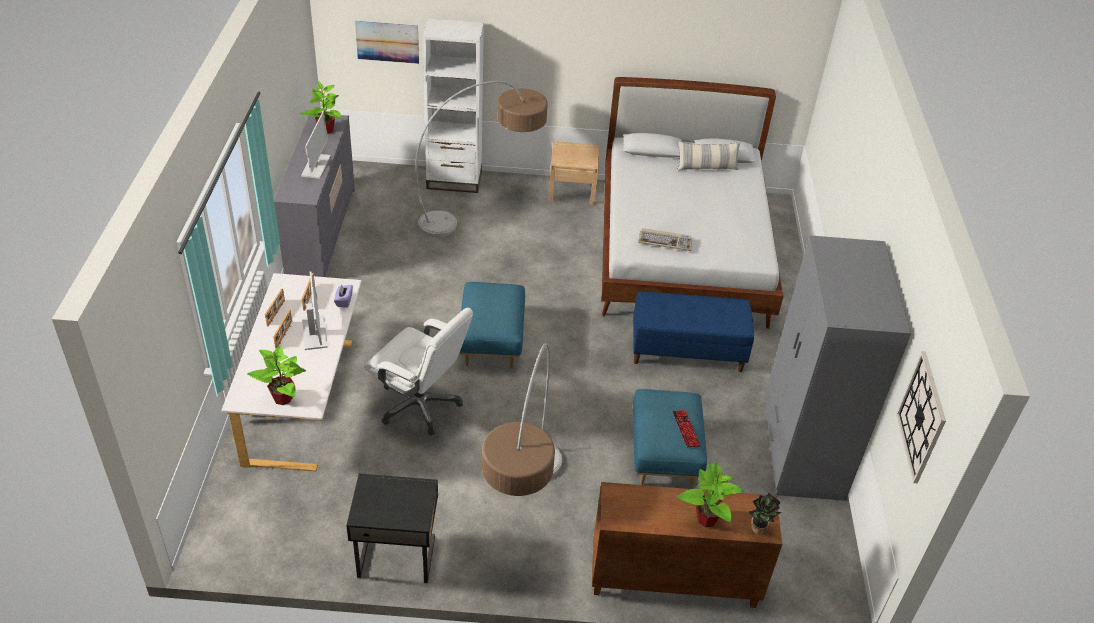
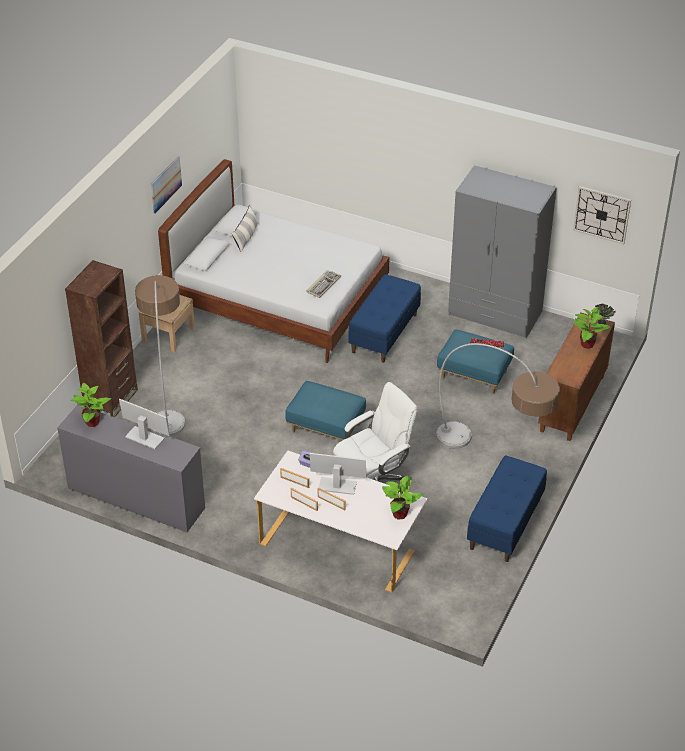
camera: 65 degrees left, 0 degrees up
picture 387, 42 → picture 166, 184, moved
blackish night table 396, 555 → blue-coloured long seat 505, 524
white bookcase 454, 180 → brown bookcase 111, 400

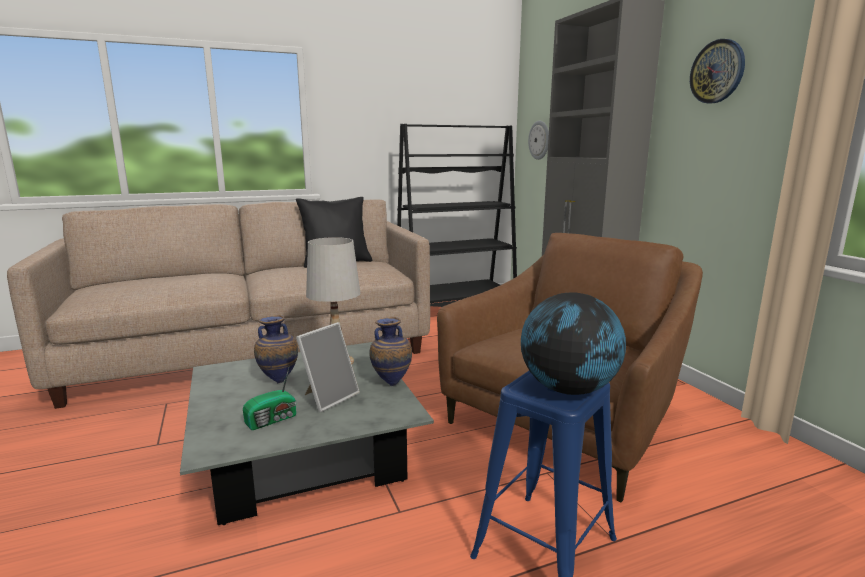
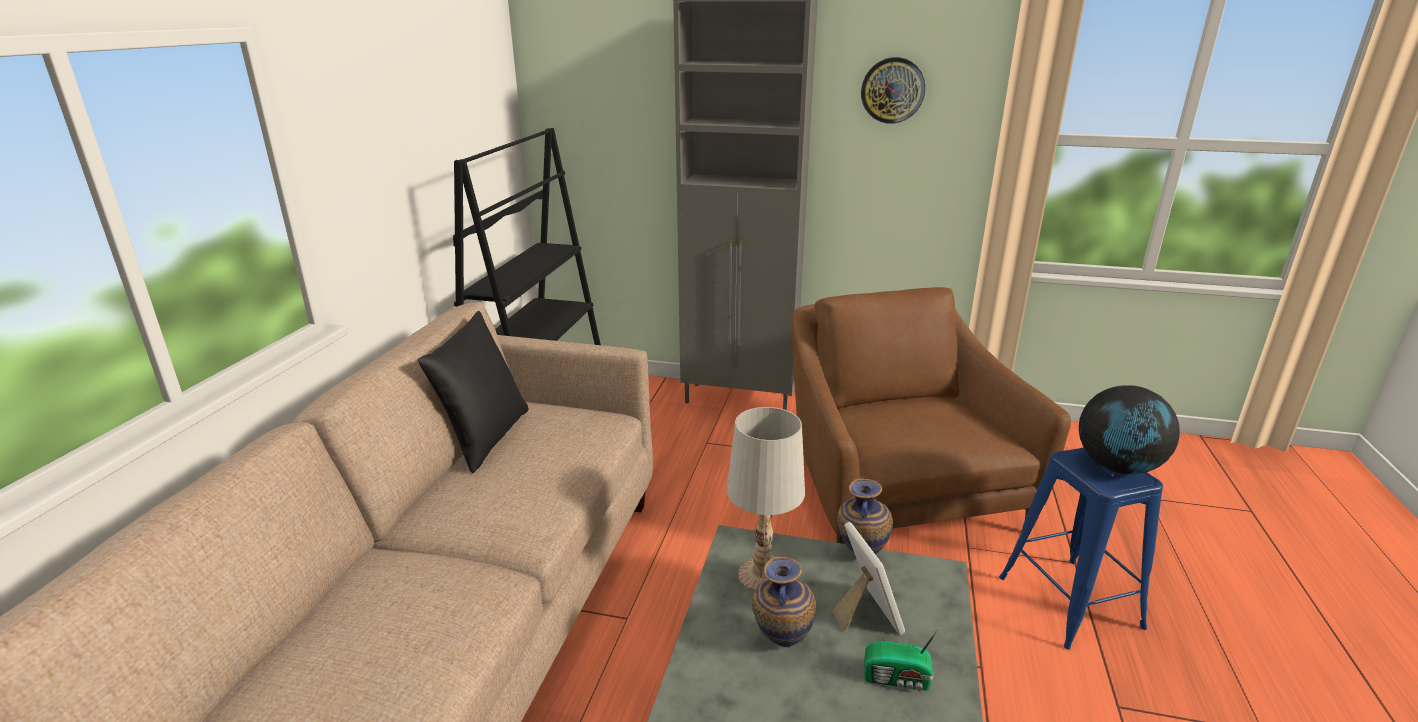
camera: 55 degrees left, 10 degrees up
wall clock 539, 140 → -
radio set 273, 420 → radio set 898, 679, 105 degrees clockwise

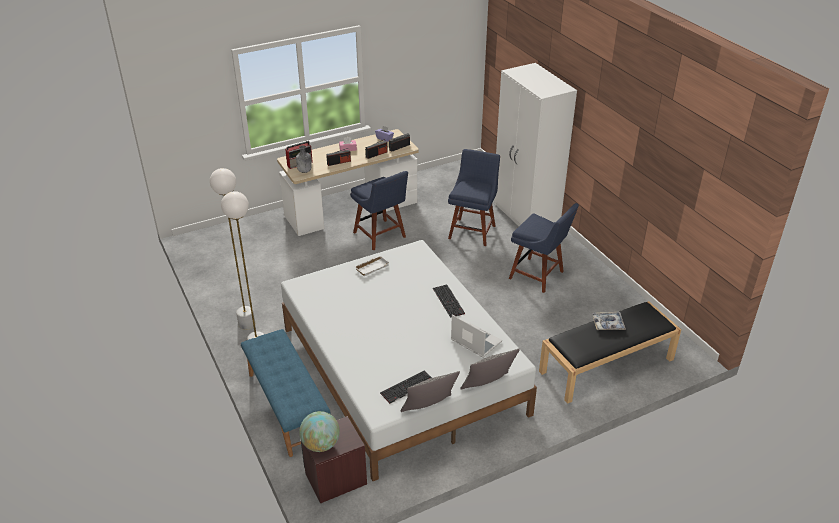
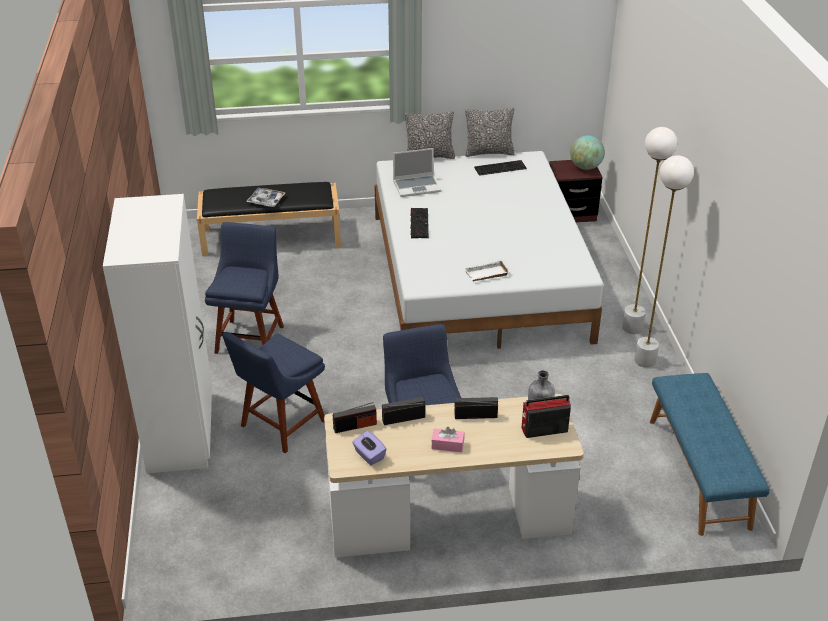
camera: 160 degrees left, 0 degrees up
blue-coloured long seat 287, 407 → blue-coloured long seat 699, 472, moved
portable computer 475, 341 → portable computer 417, 186, 75 degrees counterclockwise
blue-coloured chair 539, 276 → blue-coloured chair 250, 337, 45 degrees clockwise

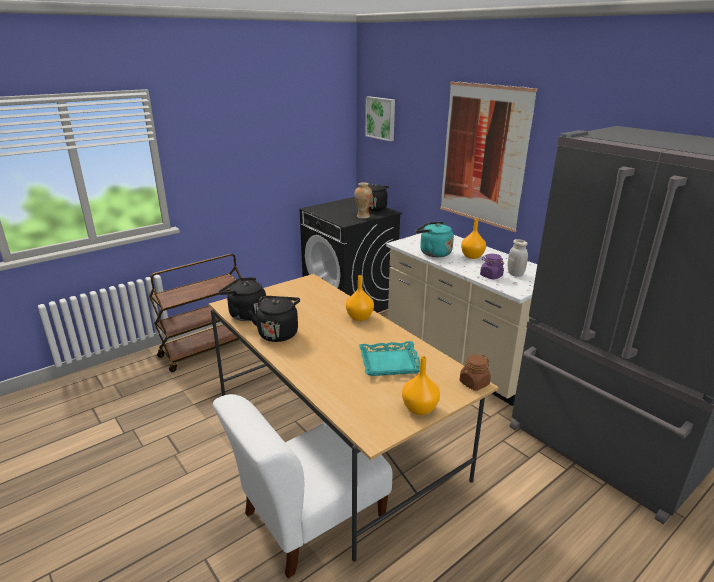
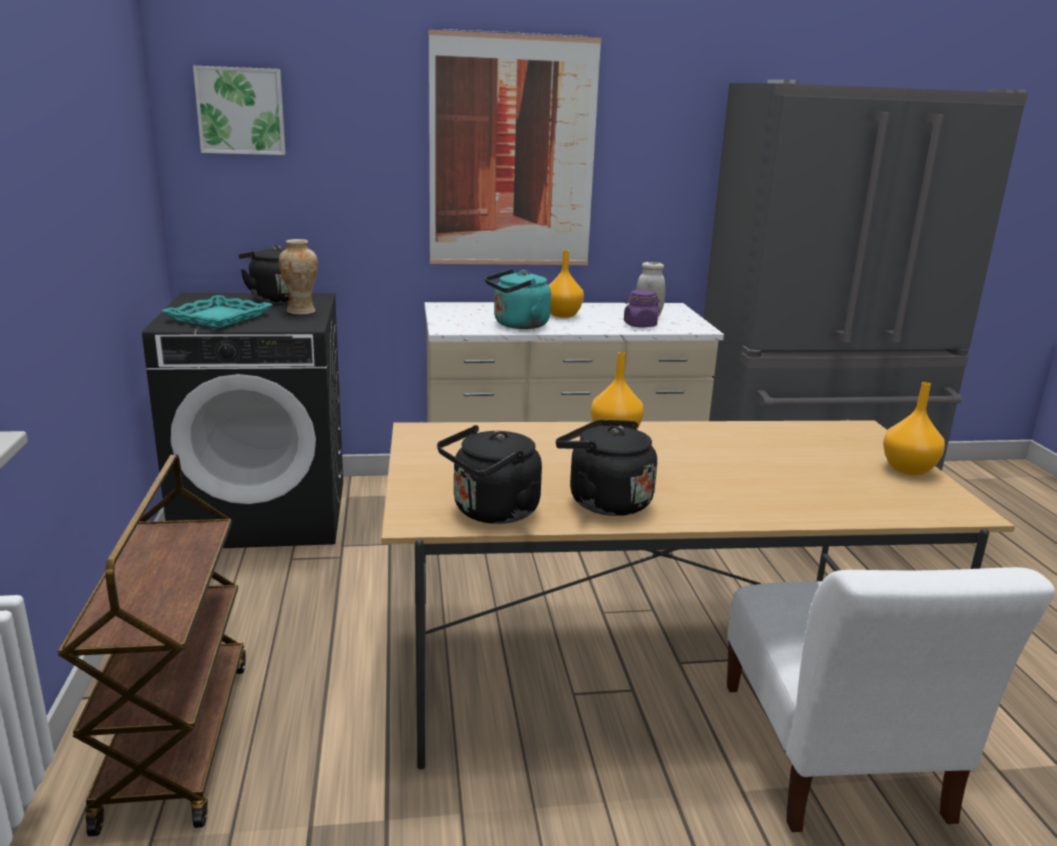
camera: 60 degrees left, 5 degrees down
brown preserve jar 474, 383 → -
blue-green carrying tray 390, 362 → blue-green carrying tray 218, 317, moved

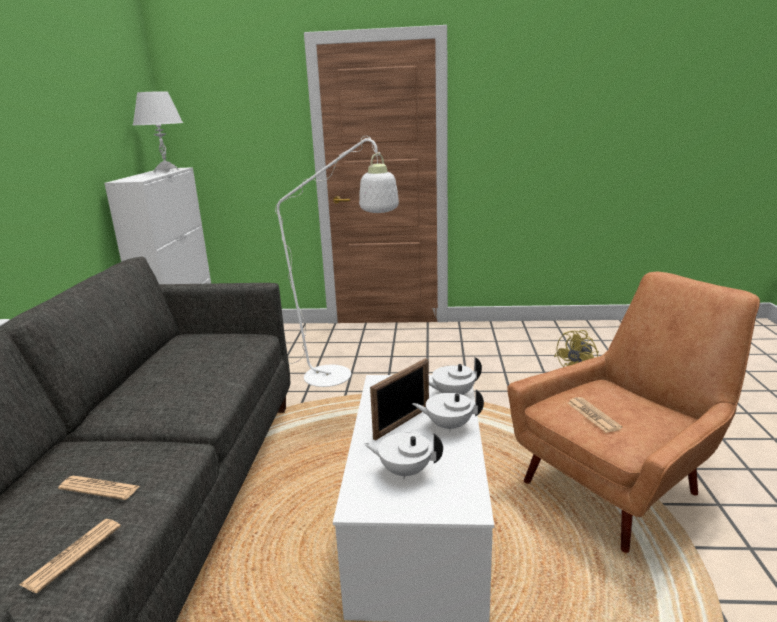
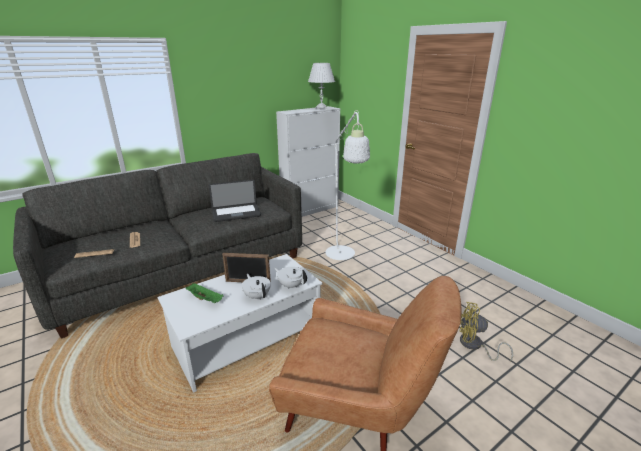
camera: 50 degrees right, 5 degrees up
printed paper 593, 415 → -
- → portable computer 236, 214
white pot for tea 405, 471 → greenish carrying tray 206, 299

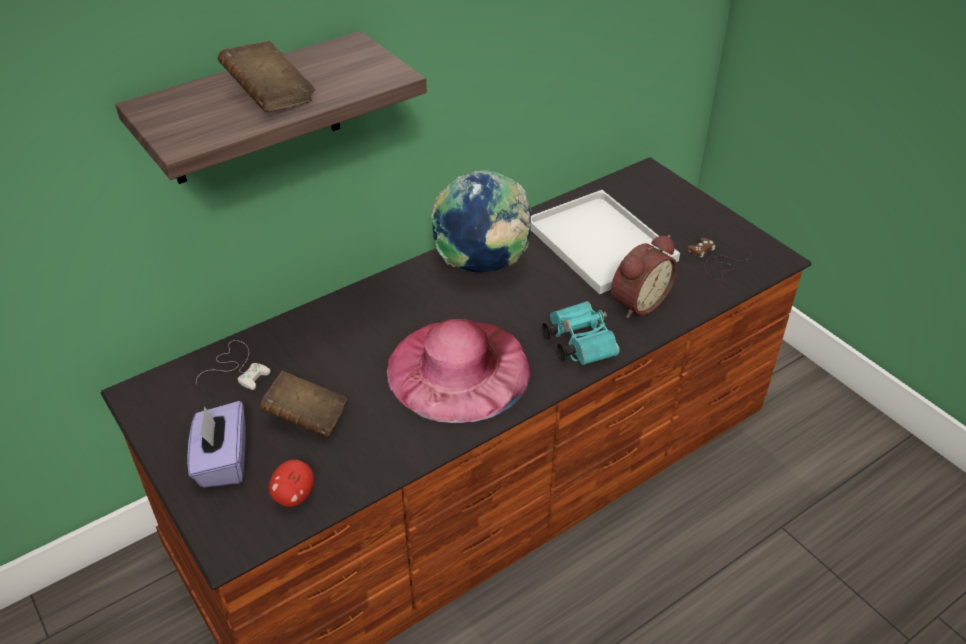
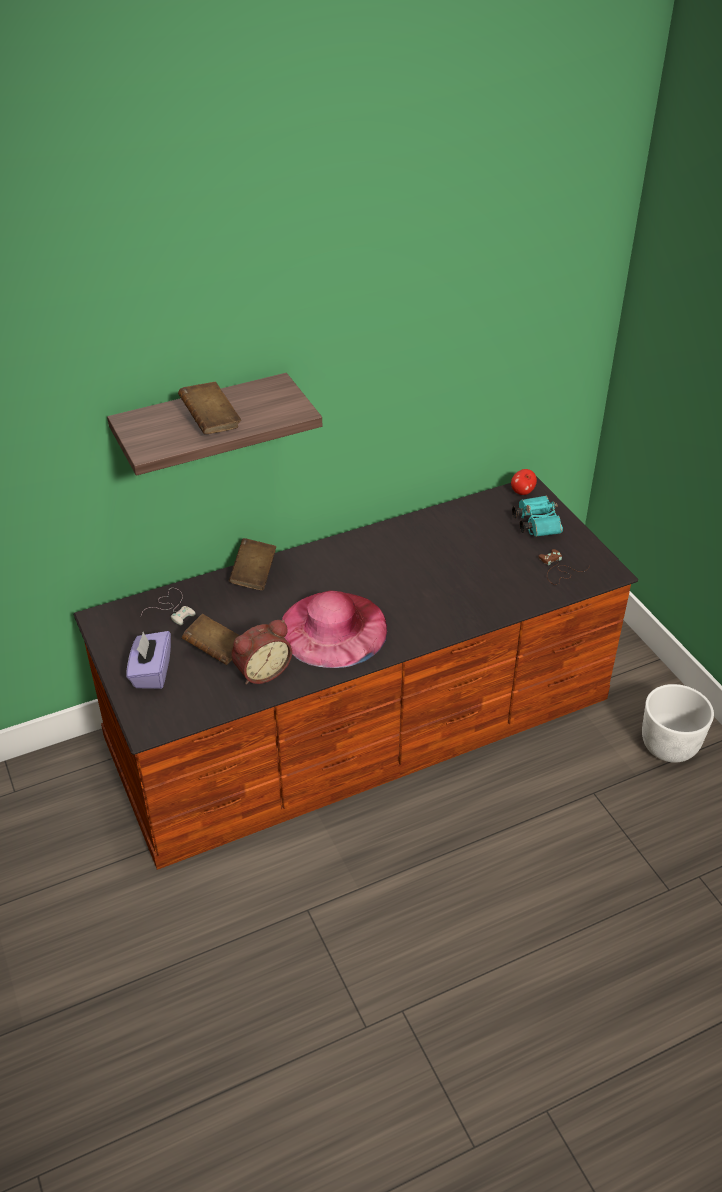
camera: 10 degrees right, 0 degrees up
world globe 482, 265 → -
white carrying tray 603, 243 → -
- → brown bound book 254, 574
- → white flower pot 669, 746
apple fruit 294, 496 → apple fruit 522, 492, moved
blue-green field glasses 577, 343 → blue-green field glasses 535, 524, moved
alarm clock 637, 302 → alarm clock 261, 671, moved

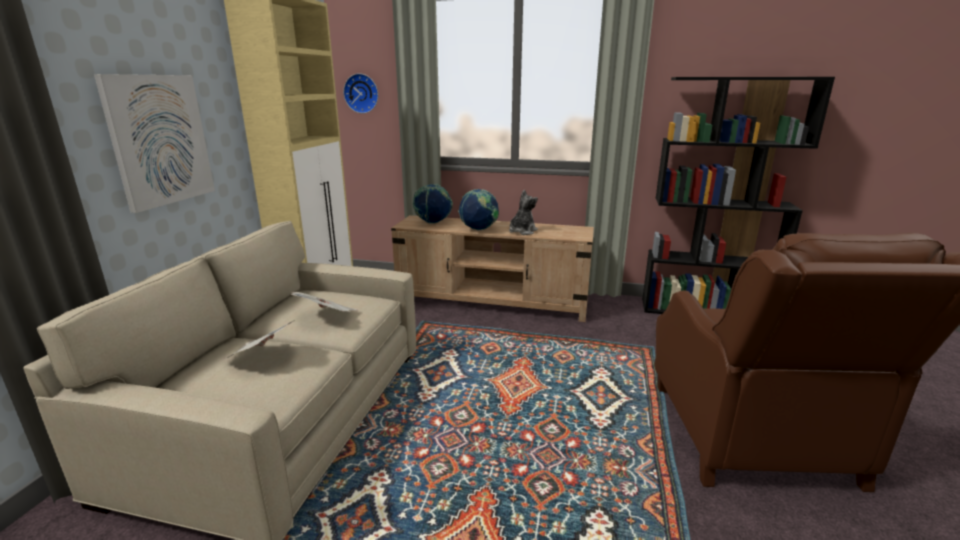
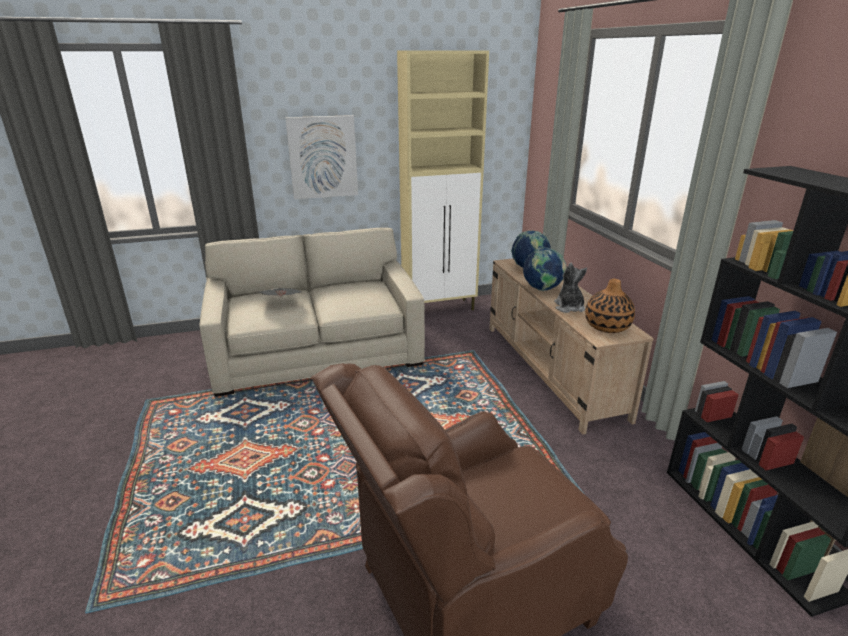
camera: 60 degrees right, 5 degrees up
printed paper 327, 317 → -
wall clock 362, 93 → -
- → vase 607, 326
plush toy 522, 231 → plush toy 569, 307, 105 degrees counterclockwise

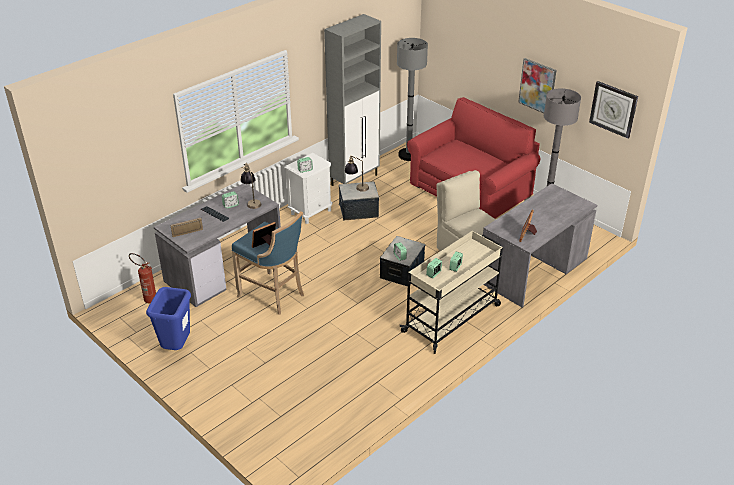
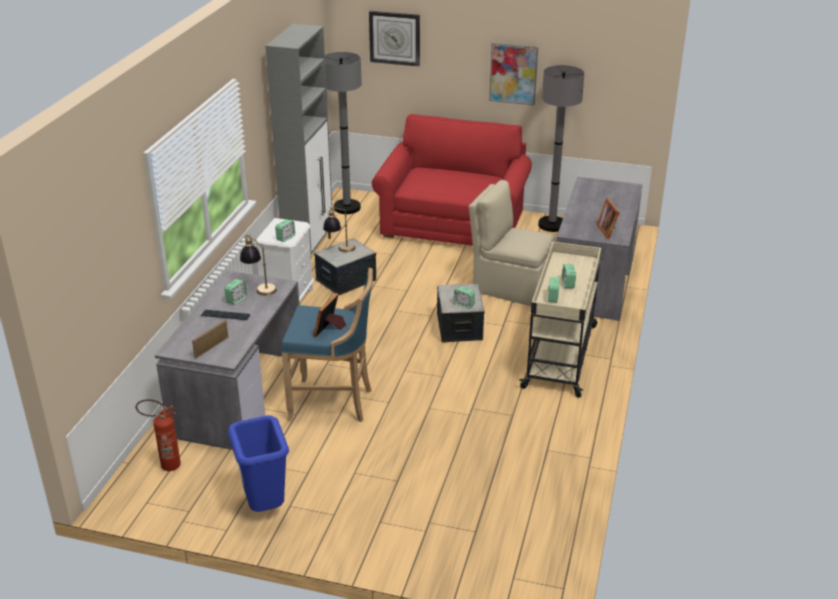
camera: 30 degrees left, 5 degrees down
wall clock 613, 109 → wall clock 395, 38, moved

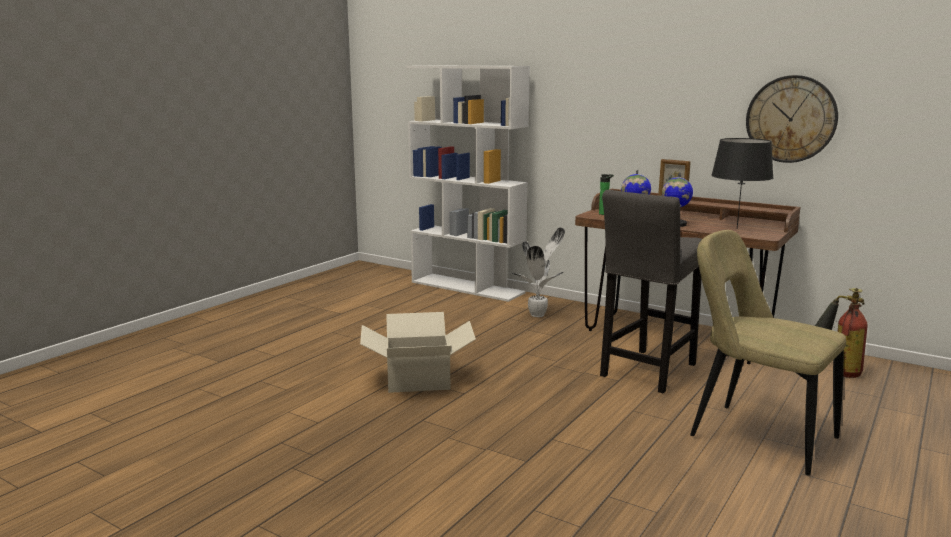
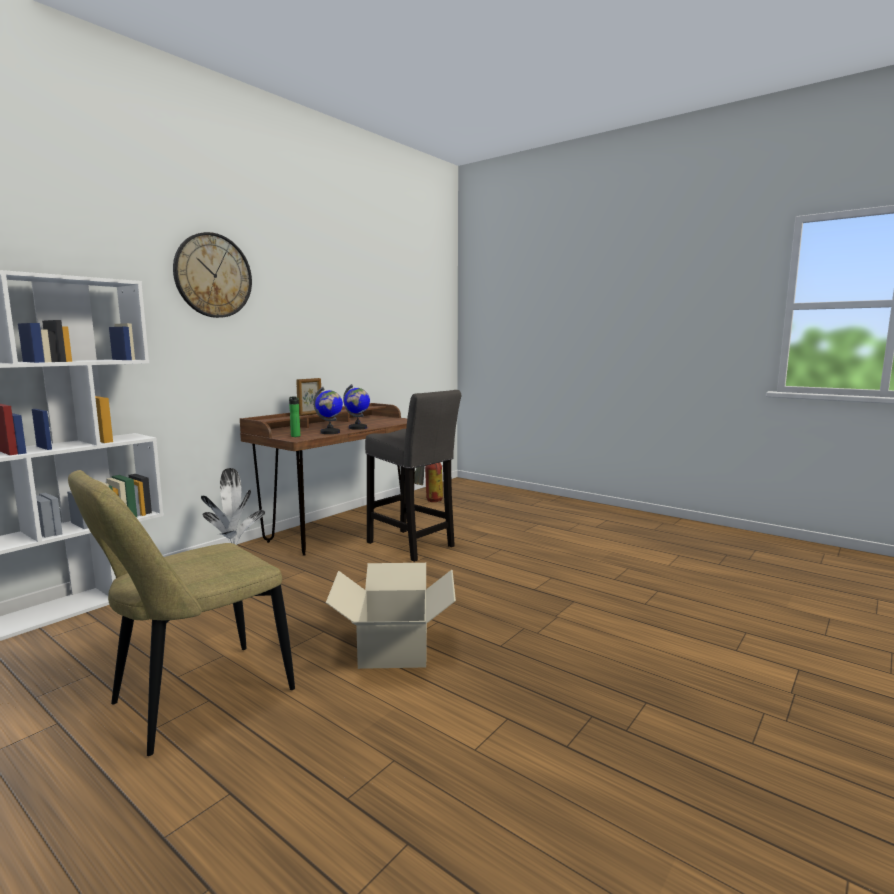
camera: 85 degrees left, 5 degrees down
blackish tabletop lamp 736, 228 → -
beige-coloured chair 756, 436 → beige-coloured chair 195, 700, moved
wall clock 791, 119 → wall clock 213, 275, moved

